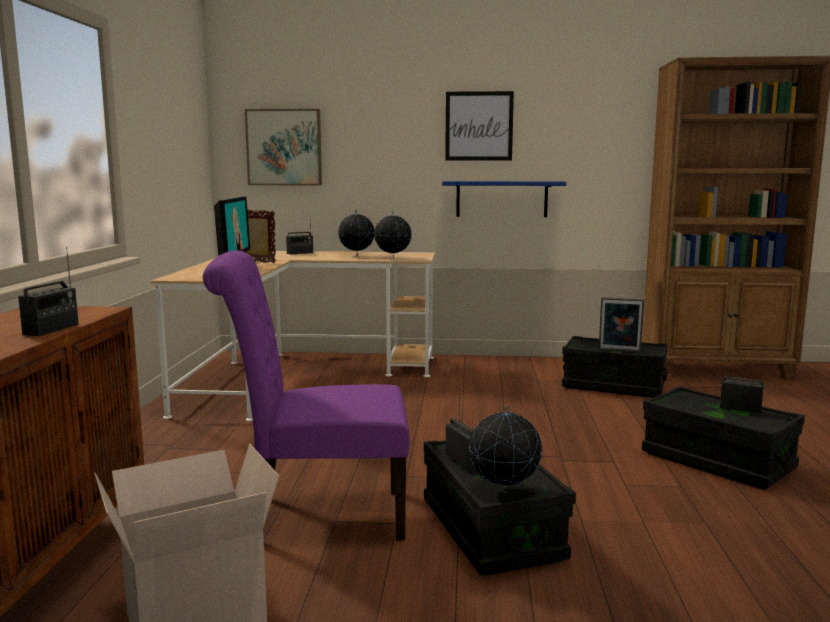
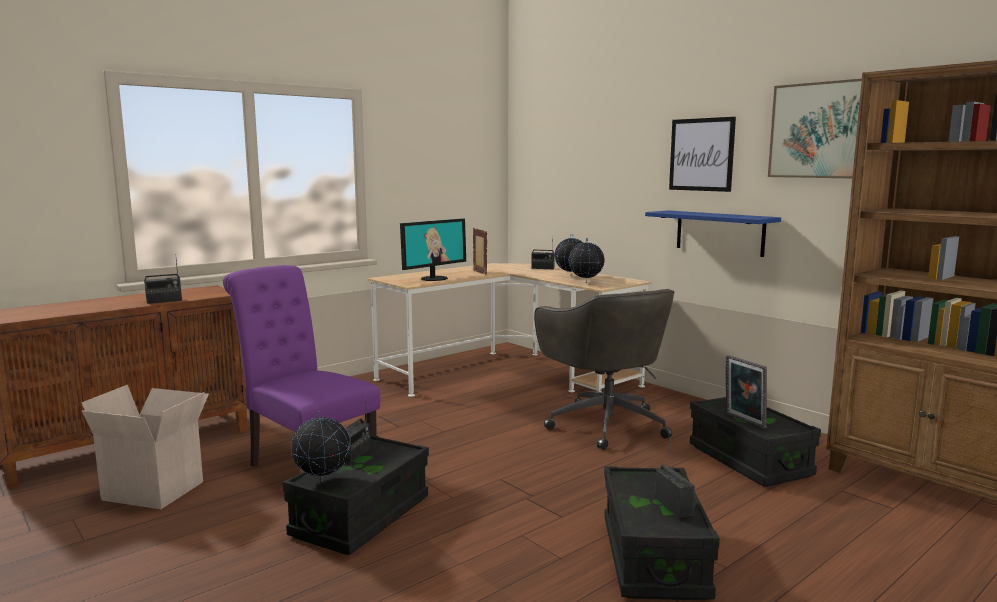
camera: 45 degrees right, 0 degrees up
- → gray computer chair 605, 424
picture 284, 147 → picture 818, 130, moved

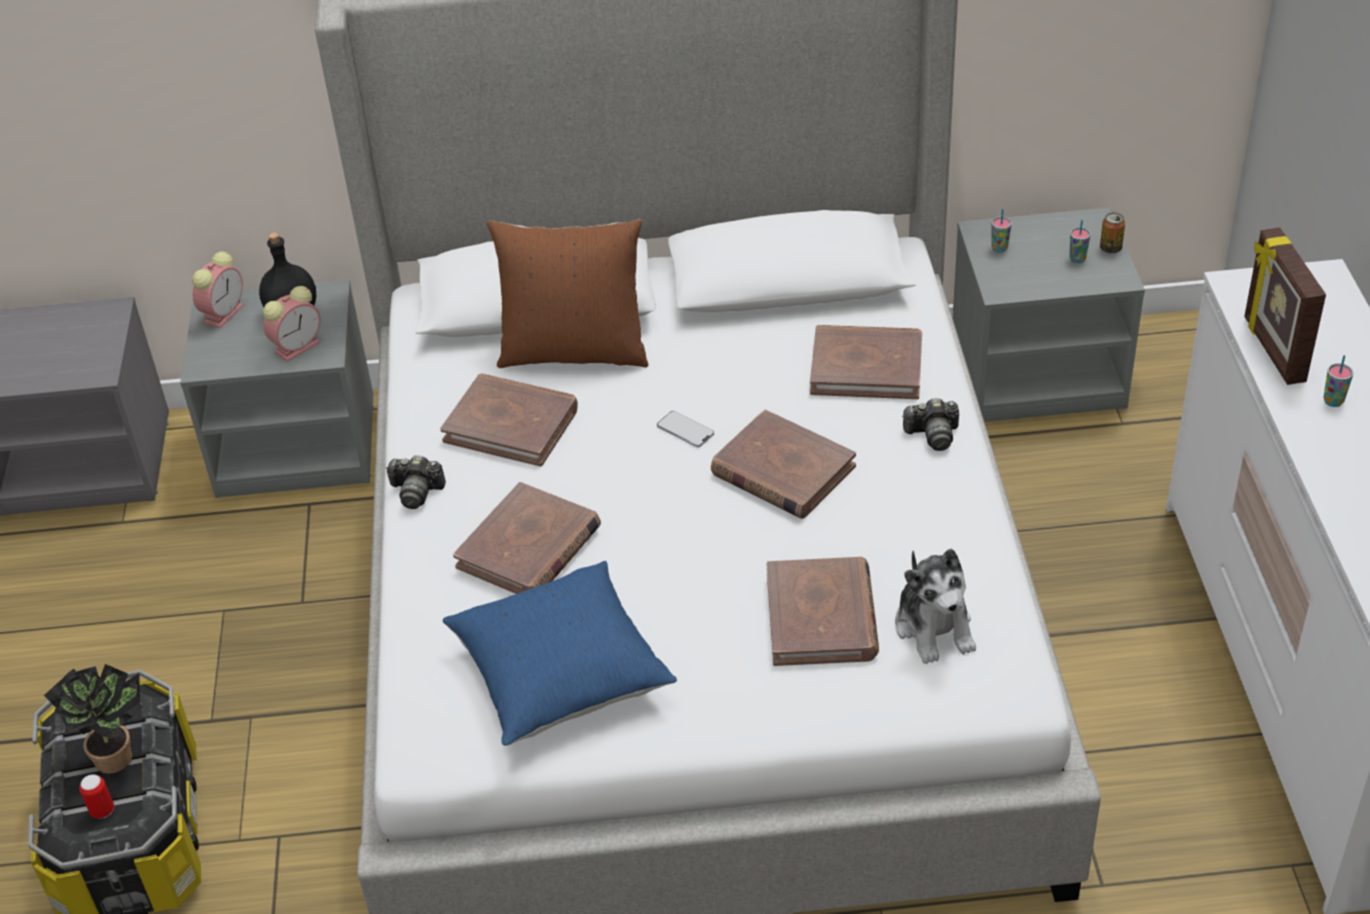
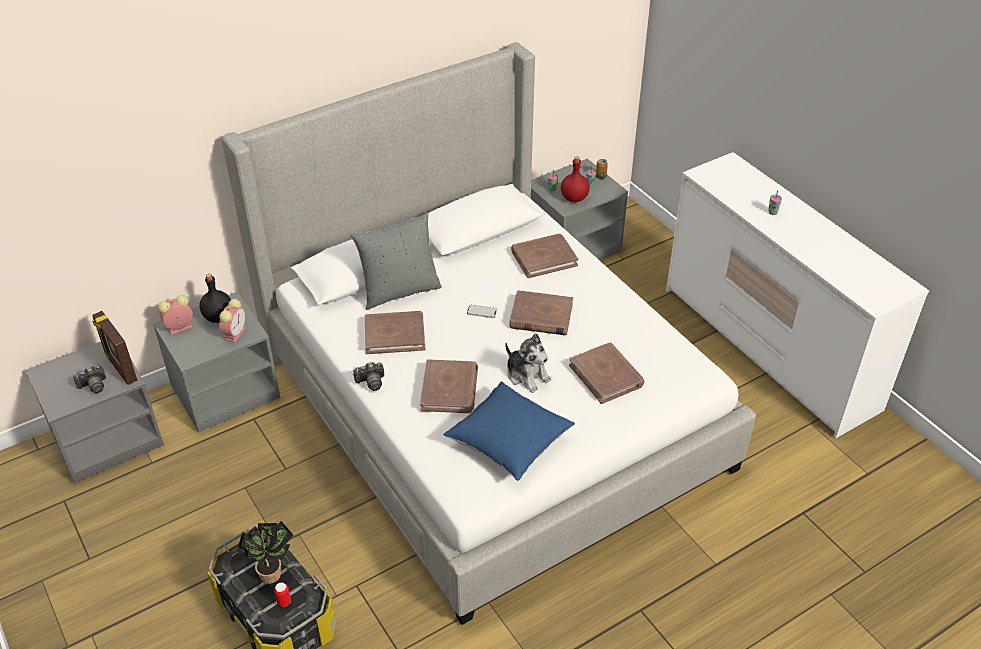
camera: 30 degrees left, 0 degrees up
- → red-coloured beverage bottle 573, 198
plush toy 934, 627 → plush toy 527, 375, moved
photo camera 932, 435 → photo camera 93, 385, moved
picture frame 1272, 350 → picture frame 120, 368, moved
brown cushion 574, 351 → gray cushion 399, 291
alarm clock 224, 312 → alarm clock 178, 328, 120 degrees counterclockwise

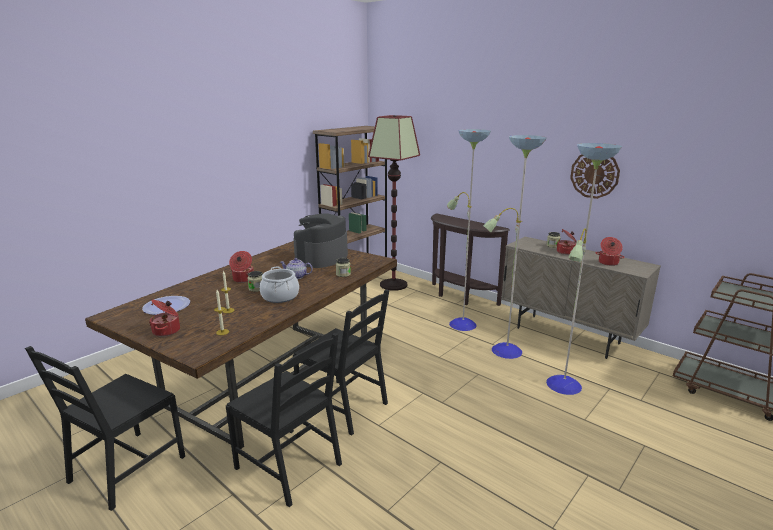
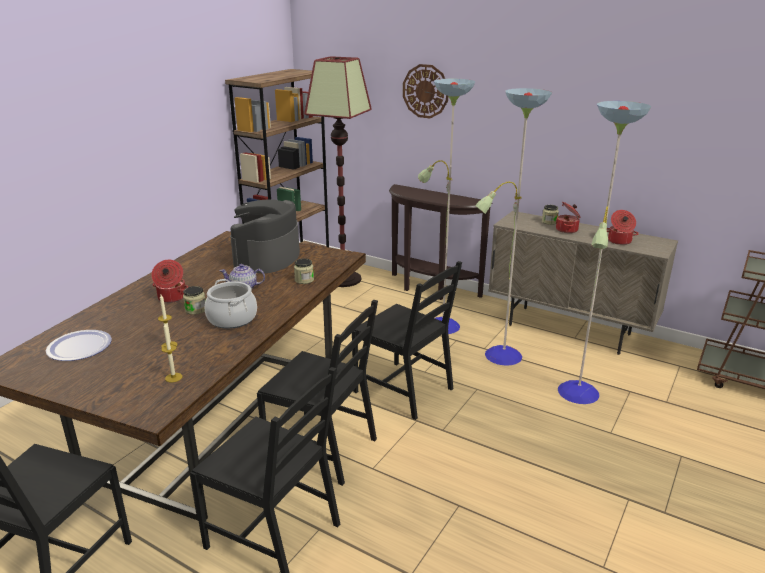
camera: 10 degrees left, 5 degrees up
saucepot 167, 331 → -
- → blackish chair 405, 390
wall clock 594, 174 → wall clock 425, 91, moved

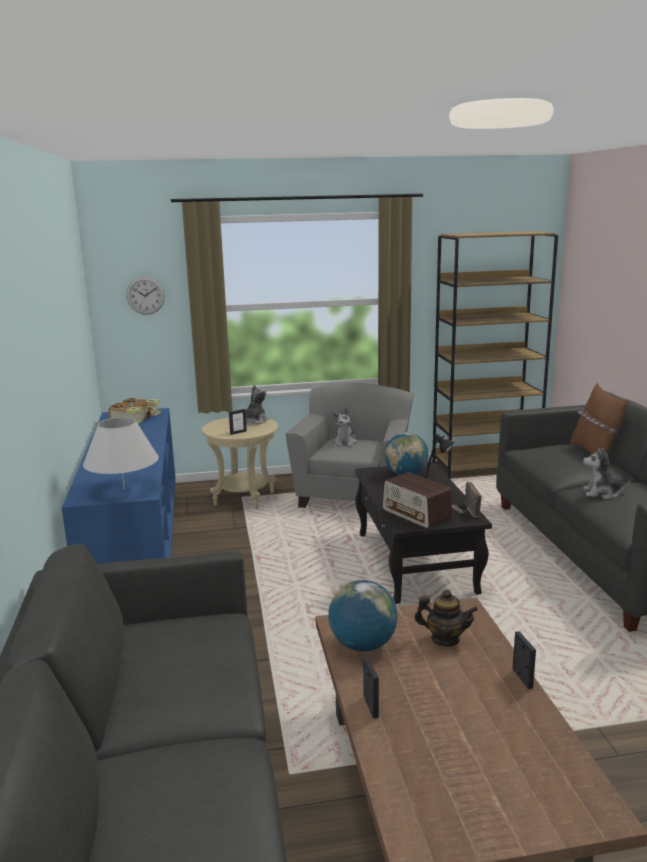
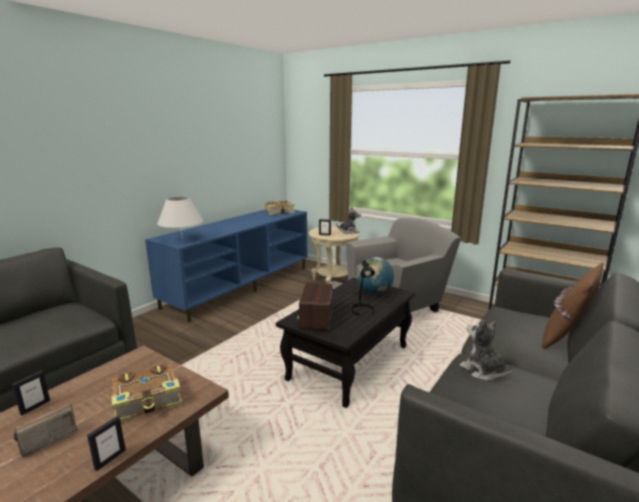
camera: 45 degrees right, 0 degrees up
wall clock 145, 295 → -
world globe 362, 645 → -
plush toy 345, 442 → -
radio set 466, 511 → radio set 46, 440, moved
pot for tea 445, 639 → bound book 148, 400

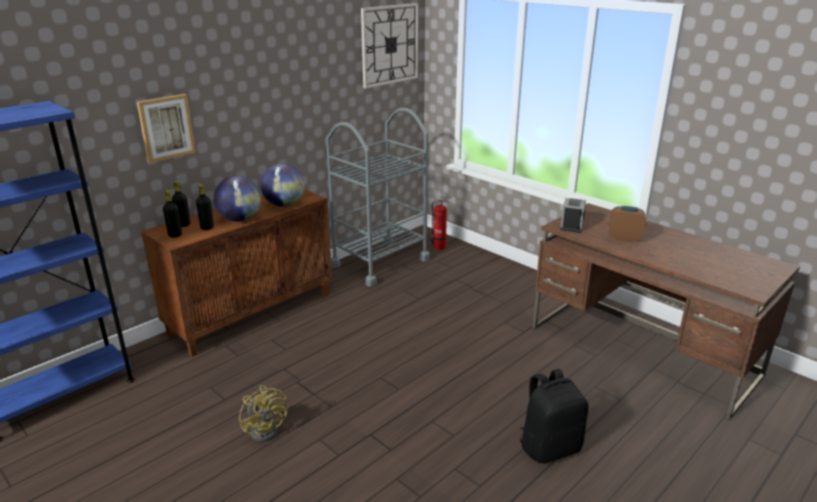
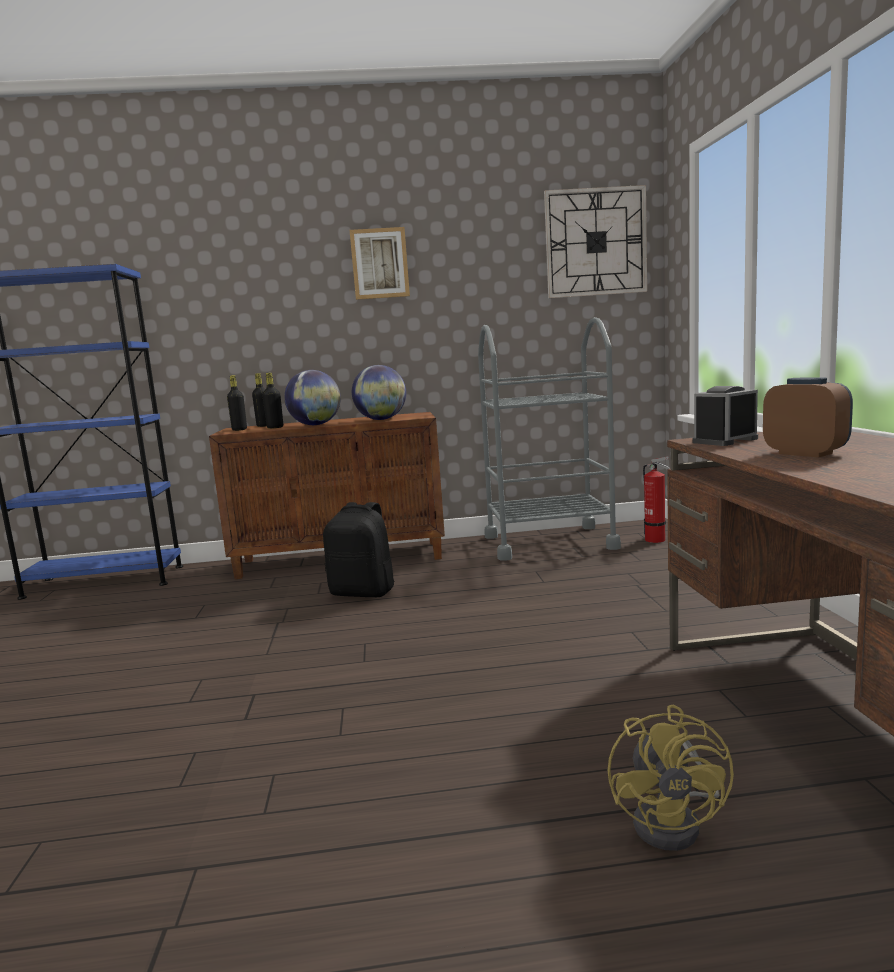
camera: 40 degrees right, 15 degrees down
picture 166, 127 → picture 380, 263, moved
yellow cooling fan 267, 428 → yellow cooling fan 675, 822, moved
blackish knapsack 549, 447 → blackish knapsack 363, 592, moved

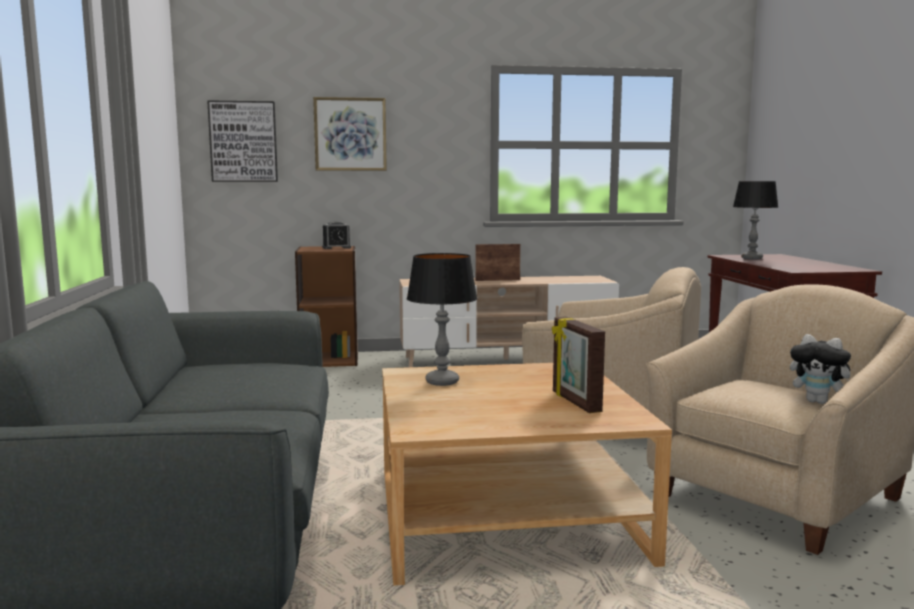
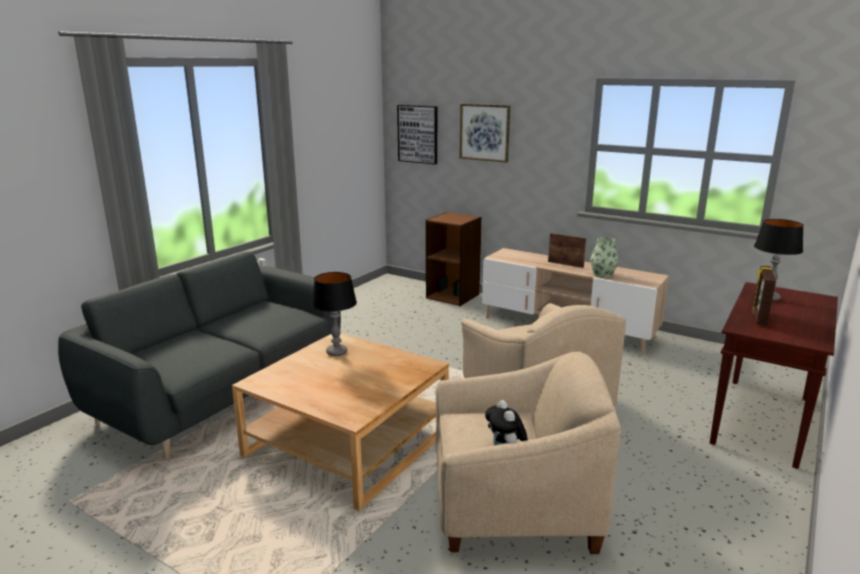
camera: 40 degrees right, 10 degrees up
alarm clock 336, 247 → -
- → vase 602, 274
picture frame 575, 402 → picture frame 758, 318, moved

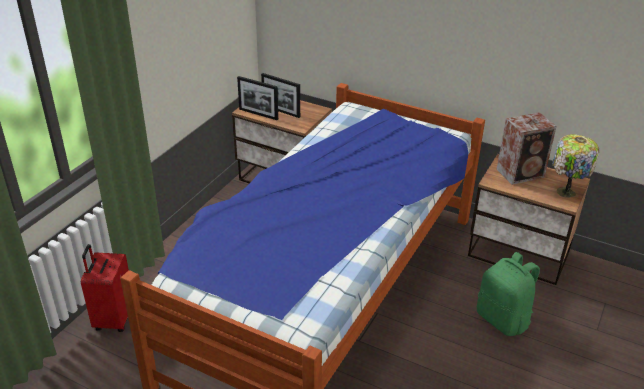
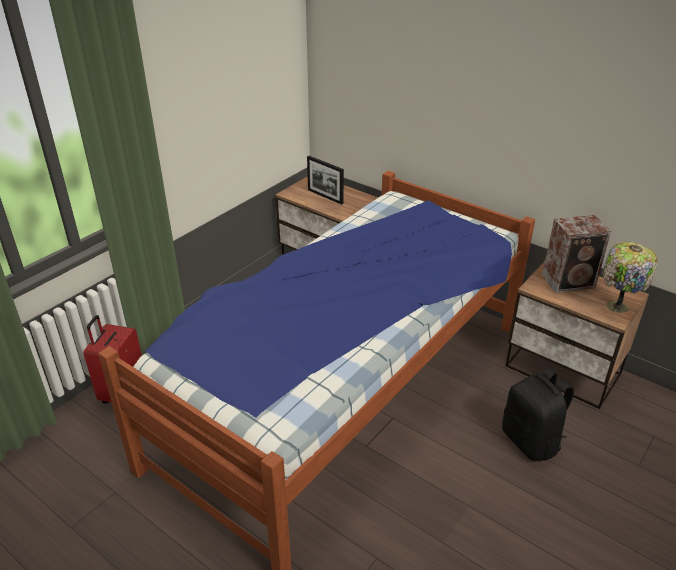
camera: 10 degrees right, 0 degrees up
picture frame 258, 114 → -
greenish knapsack 503, 319 → blackish knapsack 531, 441

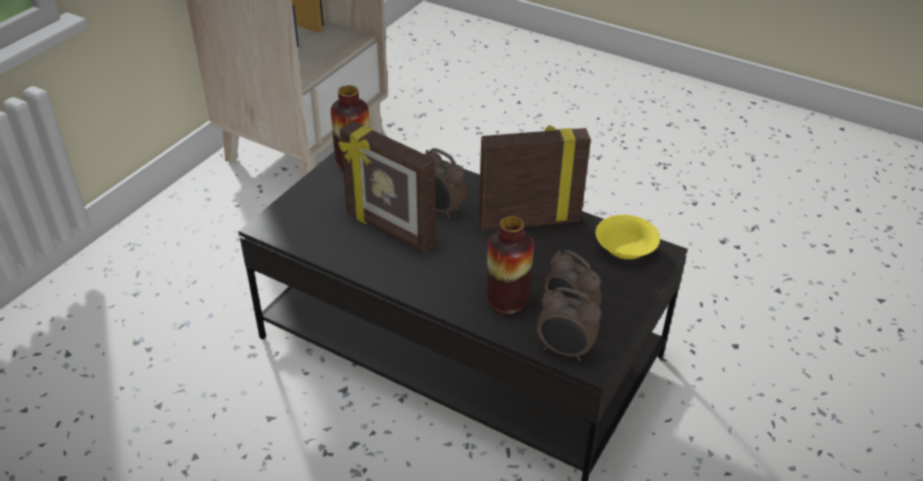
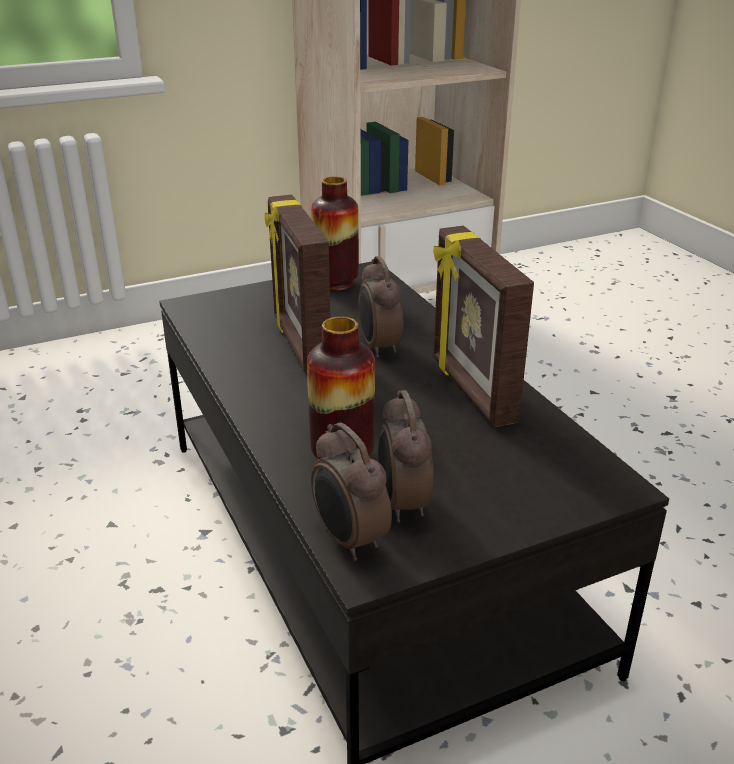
camera: 35 degrees right, 10 degrees down
yellow serving bowl 625, 248 → -
picture frame 529, 220 → picture frame 470, 390, 135 degrees counterclockwise

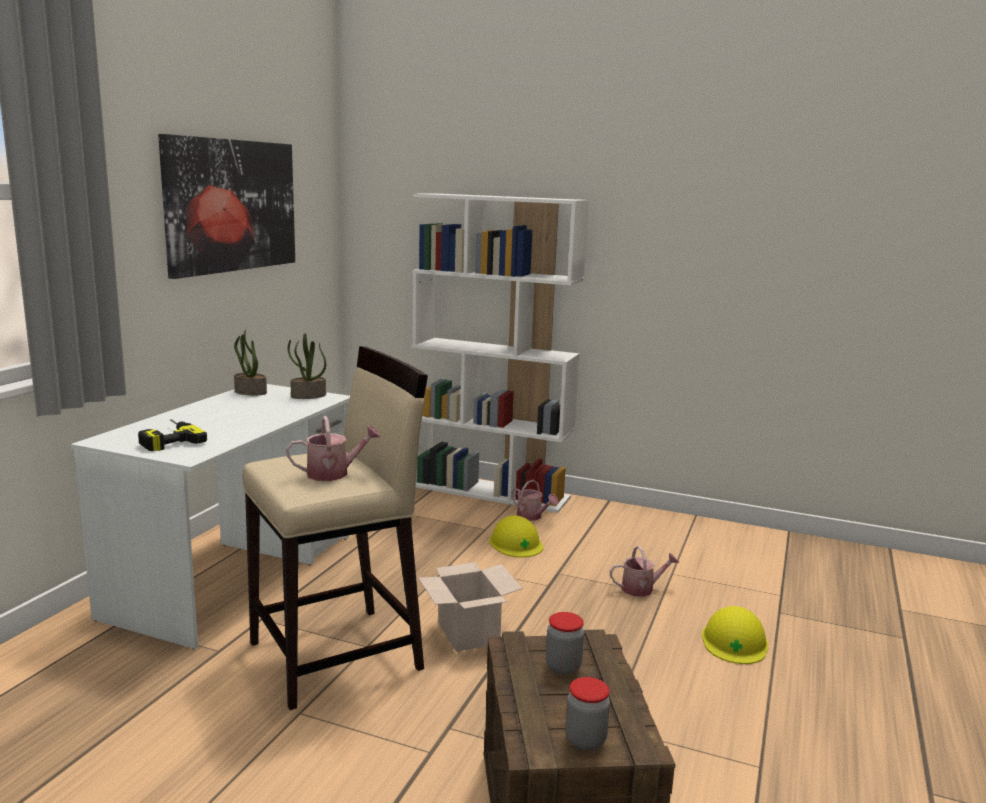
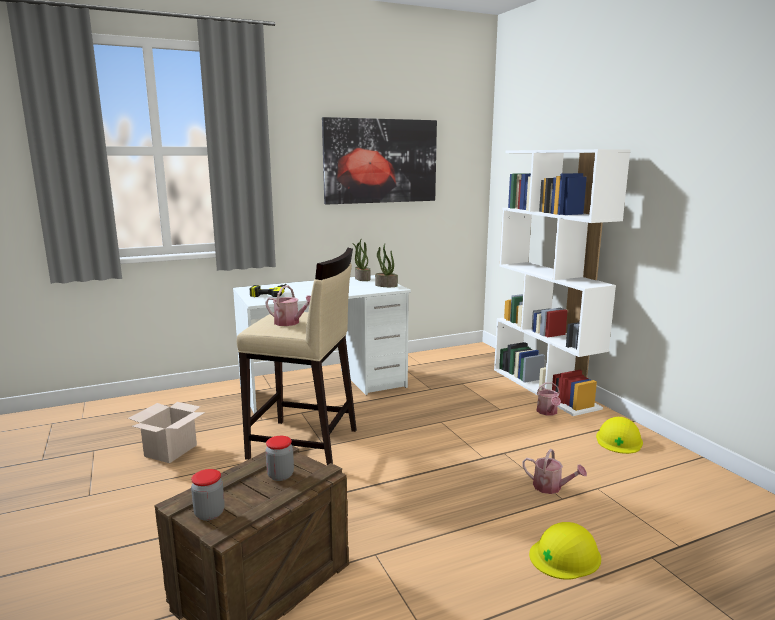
camera: 45 degrees right, 0 degrees up
cardboard box 467, 633 → cardboard box 171, 450, moved
yellow hard hat 516, 543 → yellow hard hat 619, 440, moved

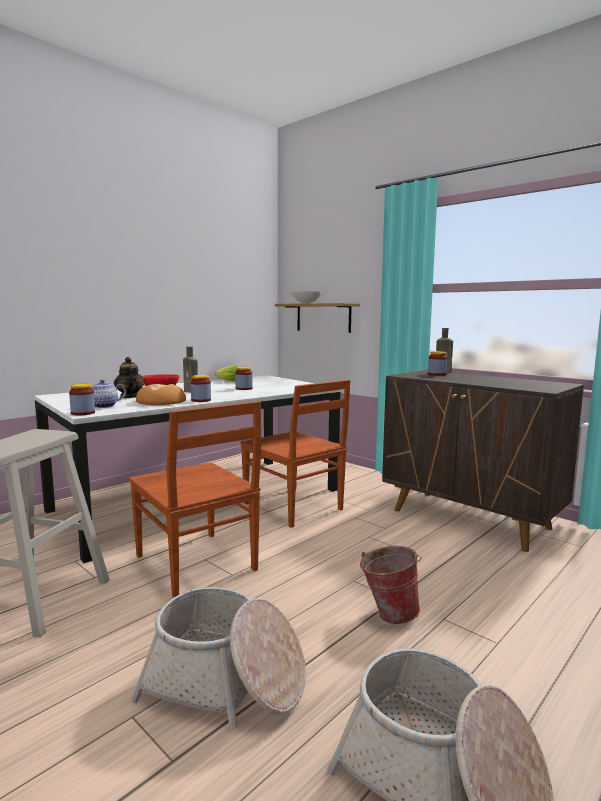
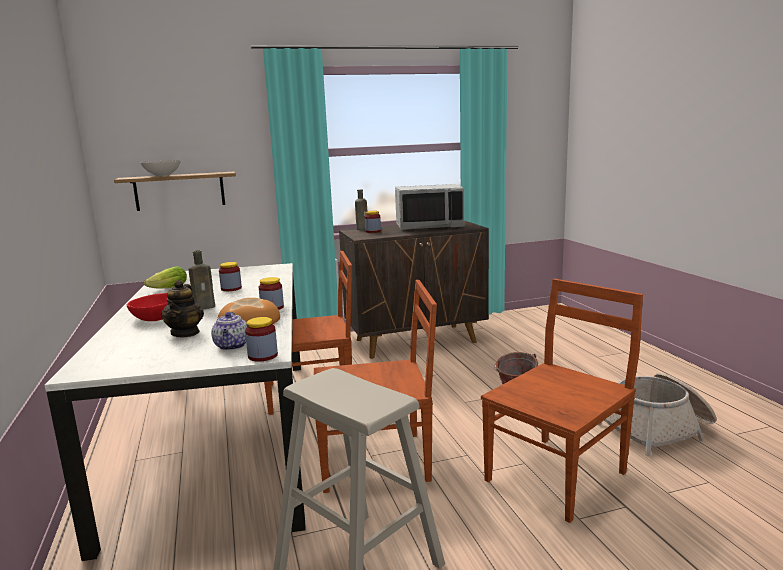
camera: 60 degrees left, 5 degrees up
- → gray microwave 429, 226
basket 226, 682 → brown chair 558, 475
pot for tea 130, 397 → pot for tea 185, 333, 90 degrees counterclockwise

